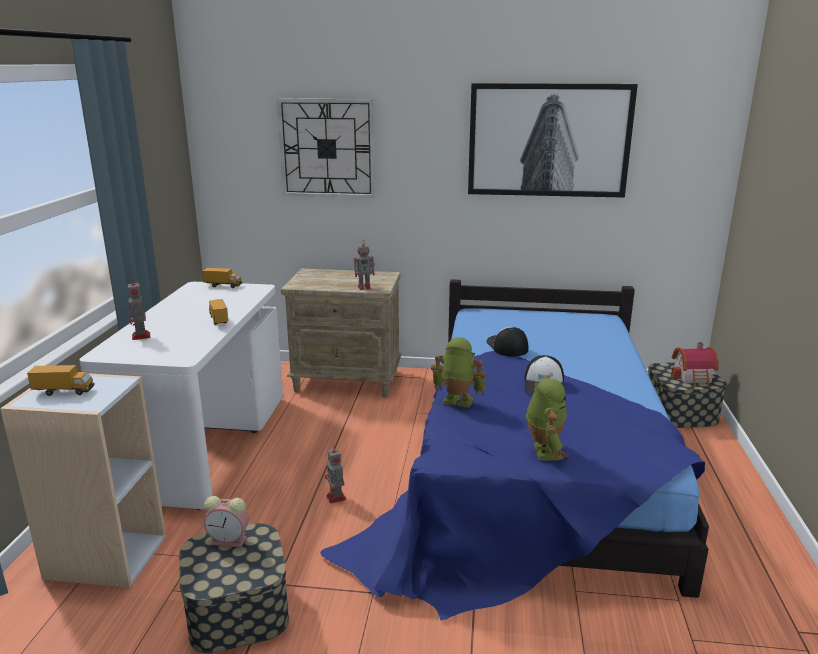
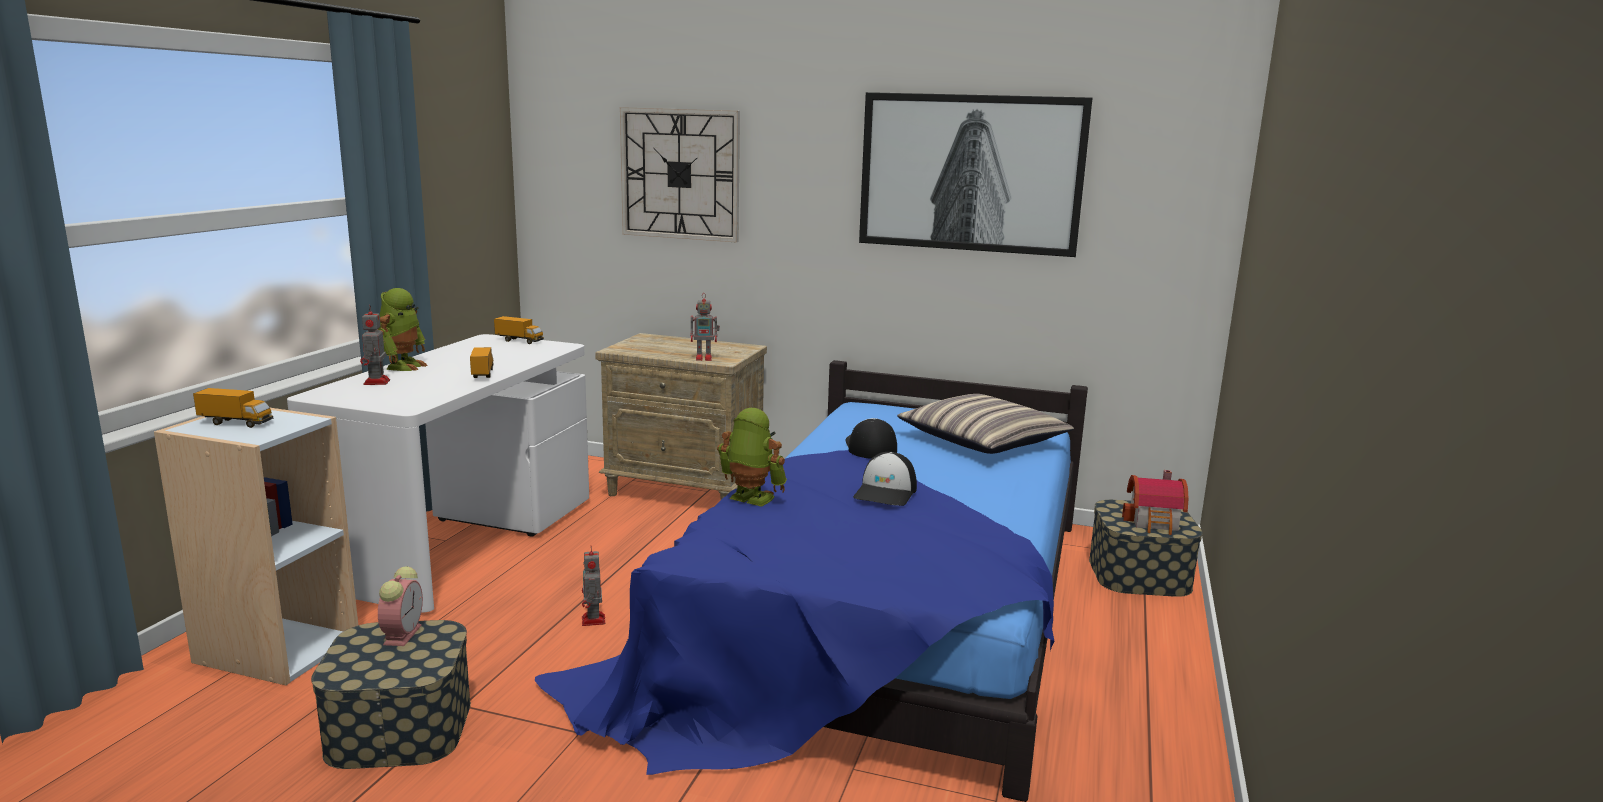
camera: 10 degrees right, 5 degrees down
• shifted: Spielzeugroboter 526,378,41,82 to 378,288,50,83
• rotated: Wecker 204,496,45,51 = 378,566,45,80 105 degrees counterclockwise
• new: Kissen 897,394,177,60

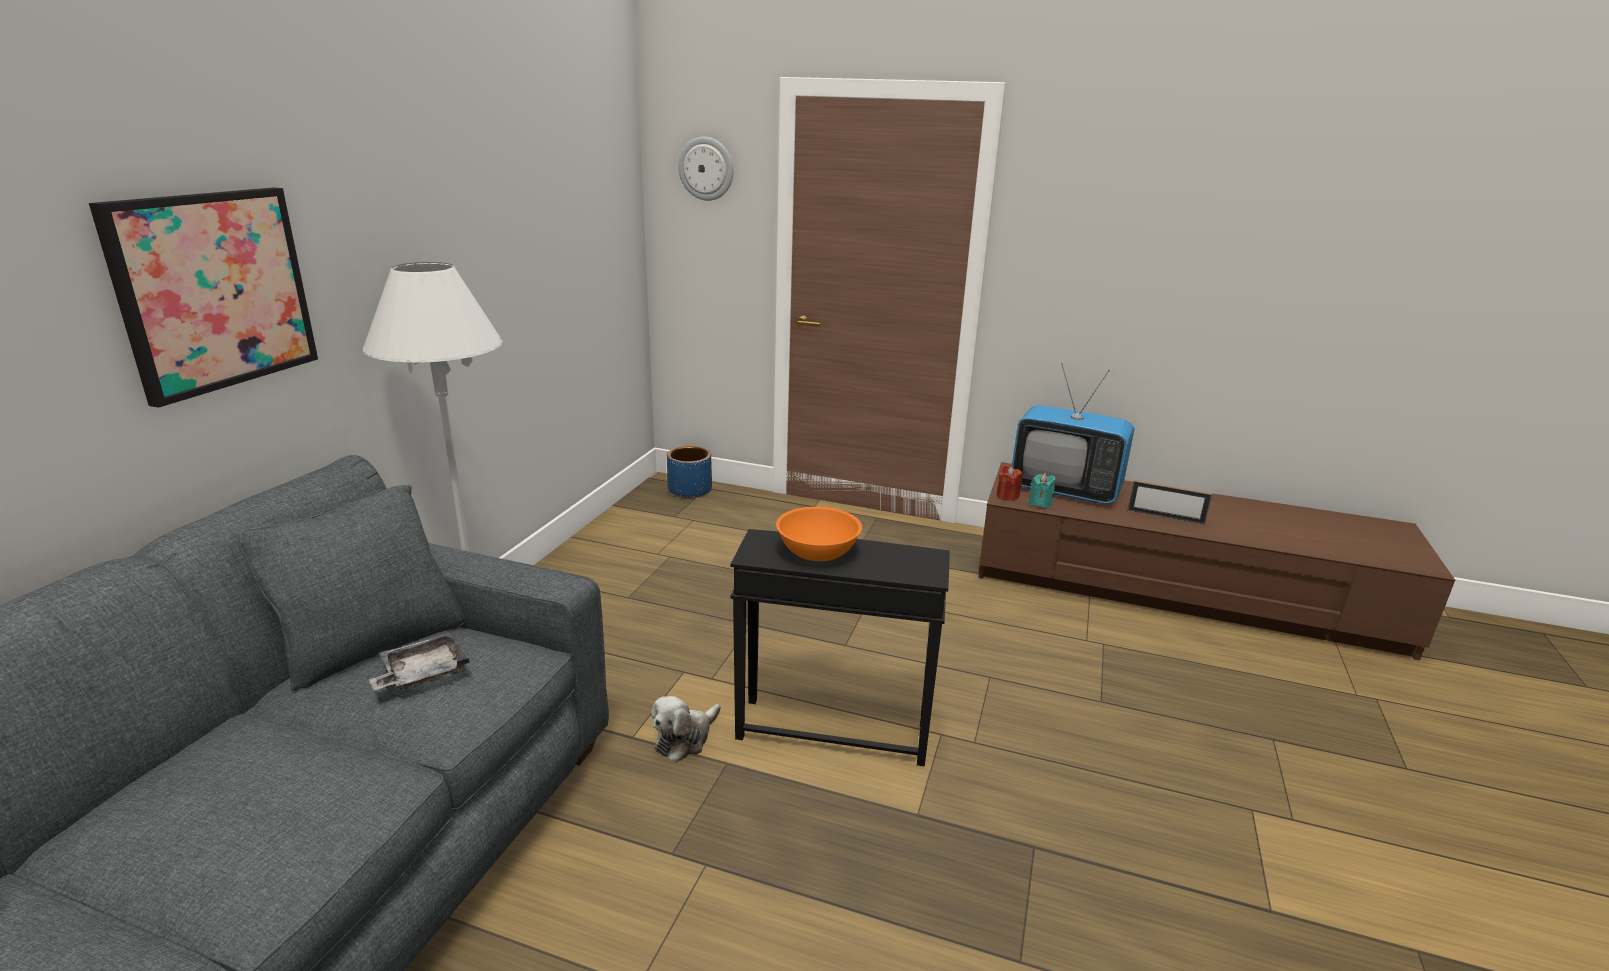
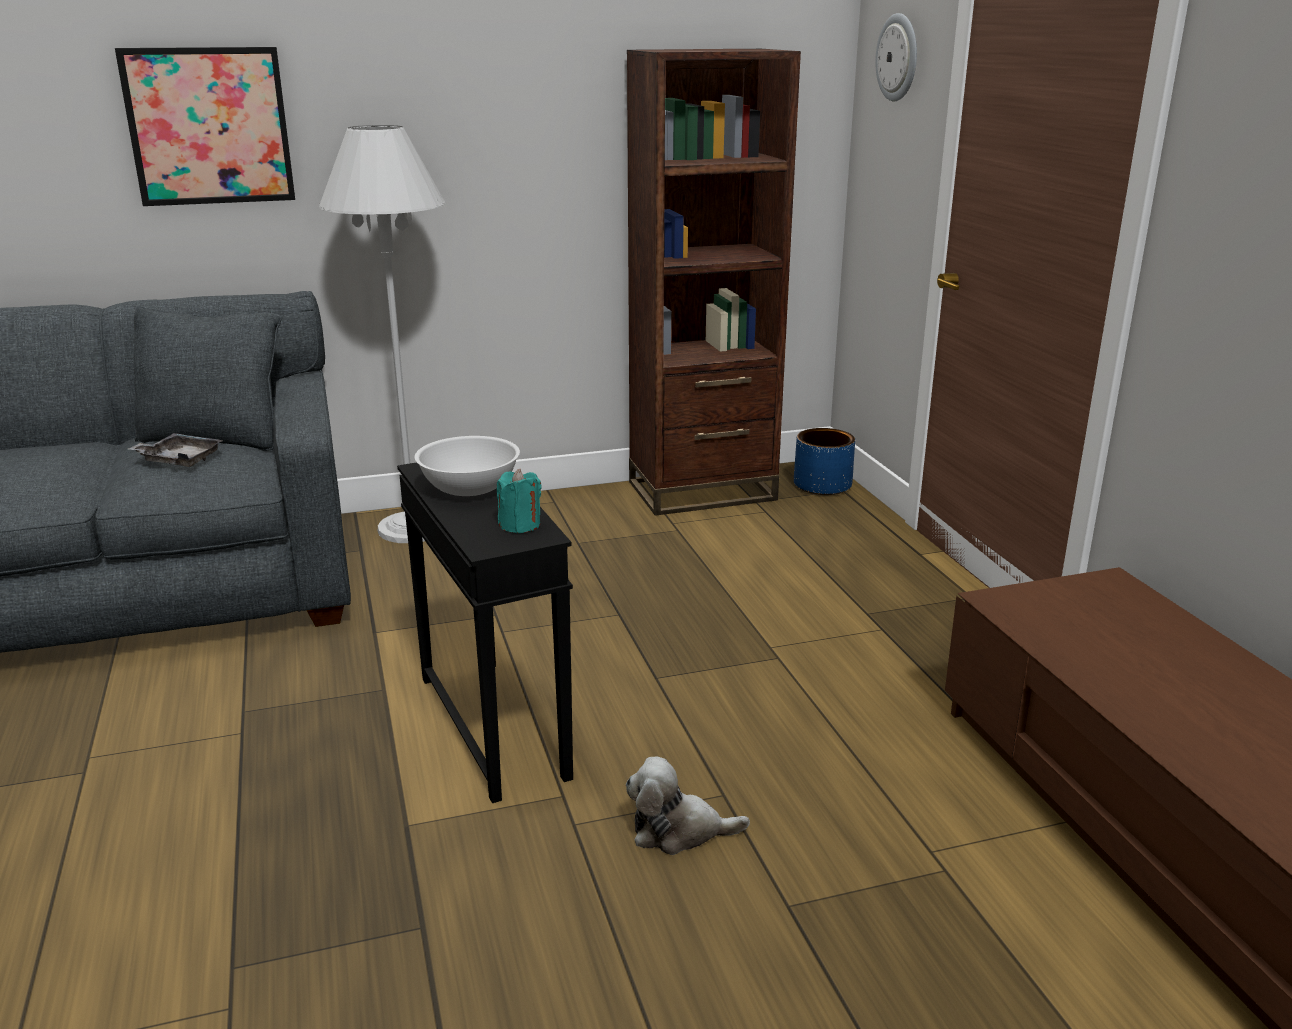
camera: 55 degrees right, 0 degrees up
• repainted: Schüssel/orange 776,507,86,54 to Schüssel/weiß 415,436,105,60
• shifted: Kerze/türkis 1029,473,26,35 to 497,469,45,65
• shifted: Plüschtier 651,696,70,66 to 626,757,124,98
• new: Bücherregal/braun 627,49,174,467
• gone: Kerze/rot 996,465,27,36
• gone: Fernseher 1012,363,122,141
• gone: Bilderrahmen 1127,480,85,46

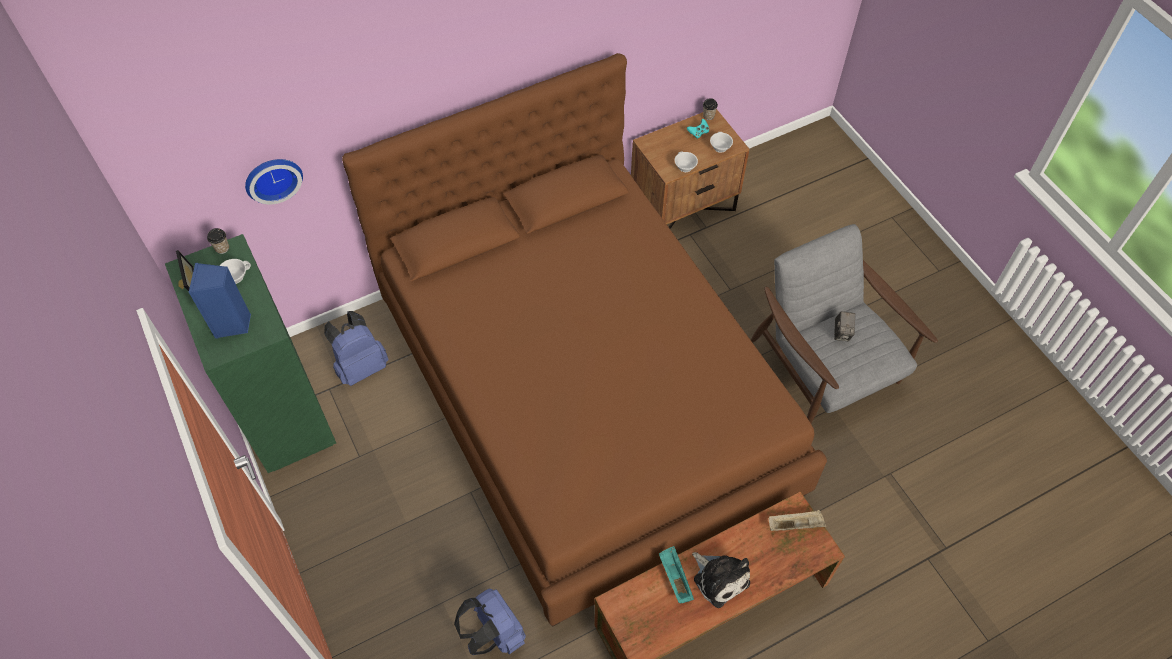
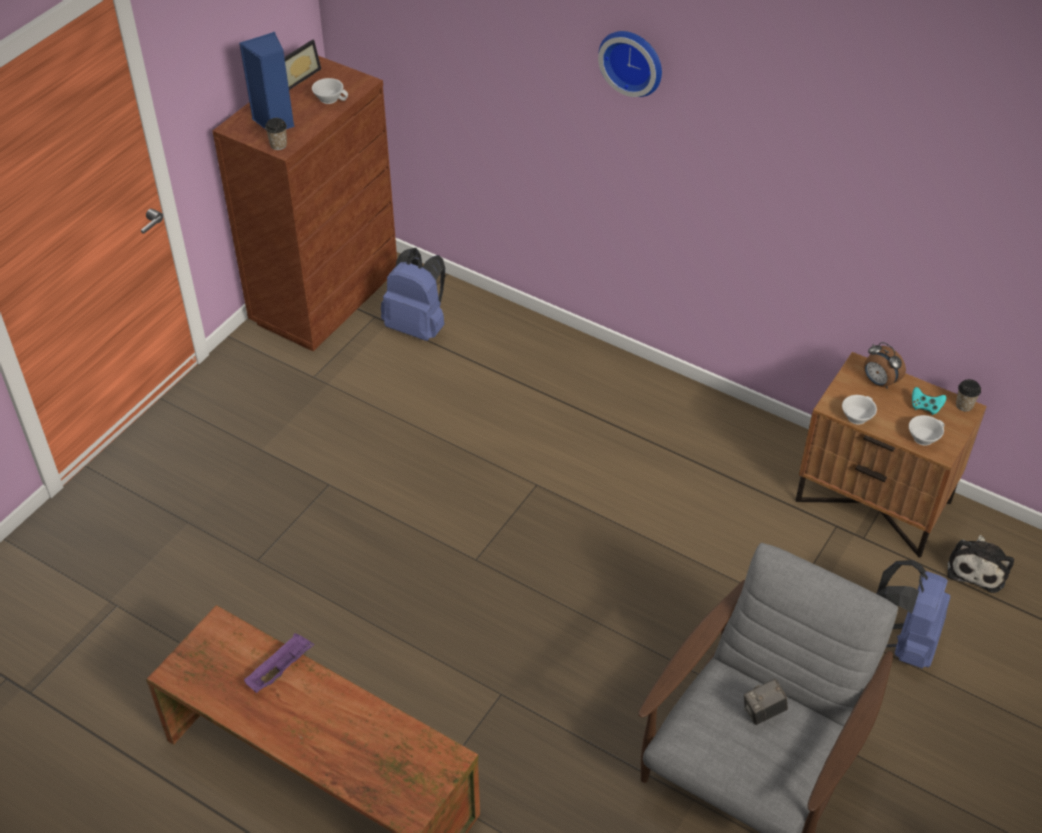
camera: 60 degrees right, 10 degrees down
• repainted: Kommode/grün 165,234,171,239 to Kommode/braun 212,56,185,295
• repainted: Tablett/türkis 659,546,35,57 to Tablett/lila 244,633,71,60
• shifted: Tasse 207,228,22,26 to 265,118,22,32
• shifted: Wanduhr 245,159,58,45 to 598,31,64,66
• new: Wecker 864,342,42,47
• shifted: Rucksack/blau 454,589,72,66 to 876,560,74,109
• shifted: Plüschtier 692,552,58,56 to 948,535,66,58
• gone: Bett/braun 342,53,485,574
• gone: Tablett/beige 769,510,57,21

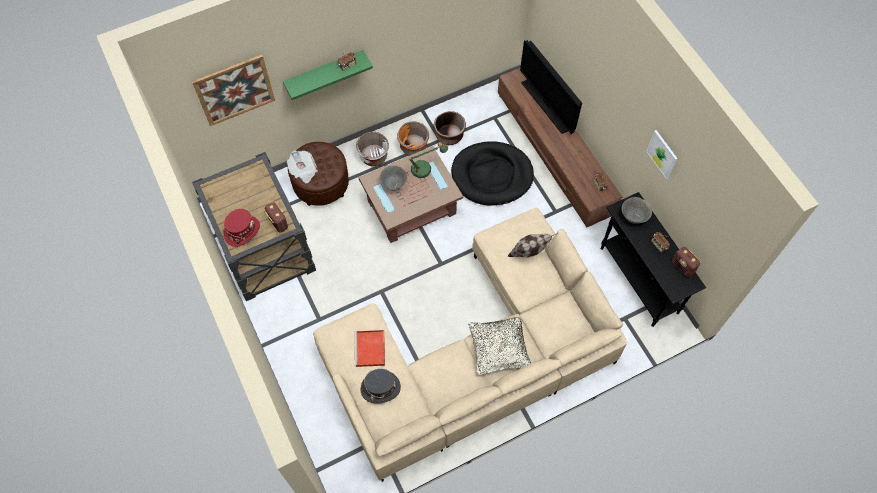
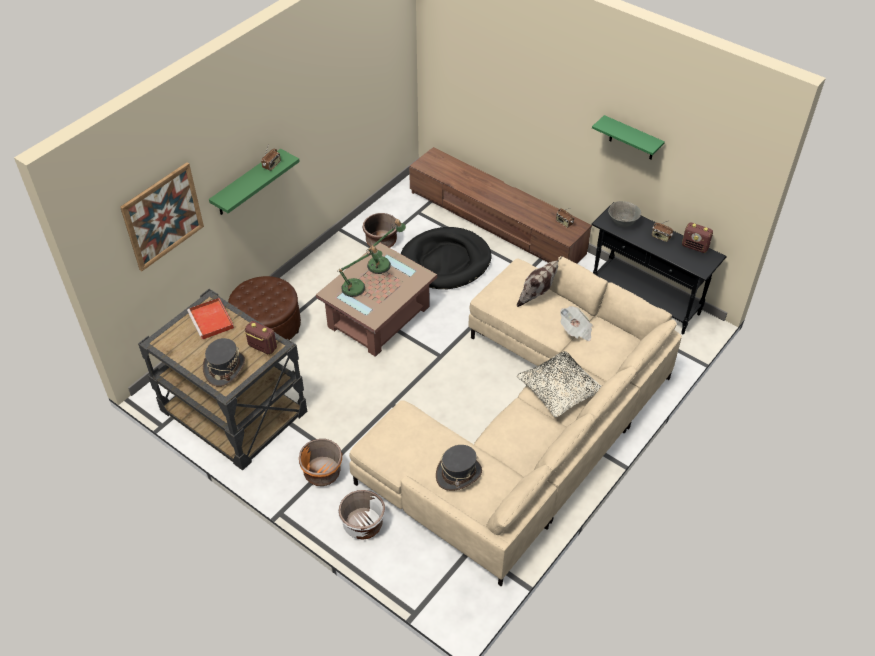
camera: 25 degrees left, 15 degrees down
• shifted: Tablett/rot 354,330,31,37 to 187,298,47,42
• repainted: Hut/rot 223,209,37,38 to Hut/grau 203,338,42,49
• shifted: Pflanzkübel/orange 397,121,32,35 to 299,439,43,47
• swapped: Schüssel/grau 380,165,28,25 to Tischlampe 337,245,45,52
• shifted: Pflanzkübel/weiß 356,132,33,35 to 338,490,48,49
• shifted: Zeitung 287,150,31,33 to 560,306,33,35
• swapped: Bild 646,130,32,49 to Wandregal/grün 592,115,73,44
• gone: Fernseher 520,40,62,95

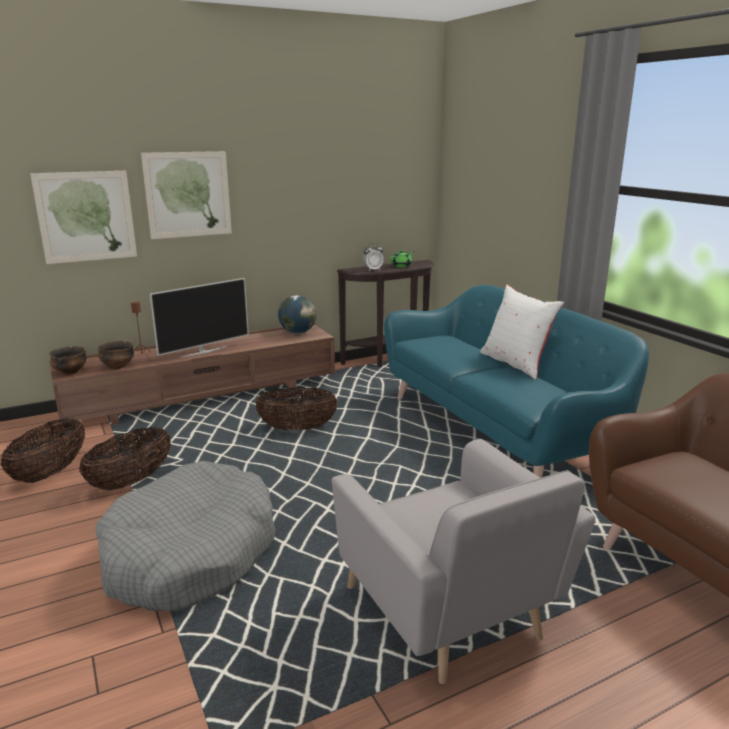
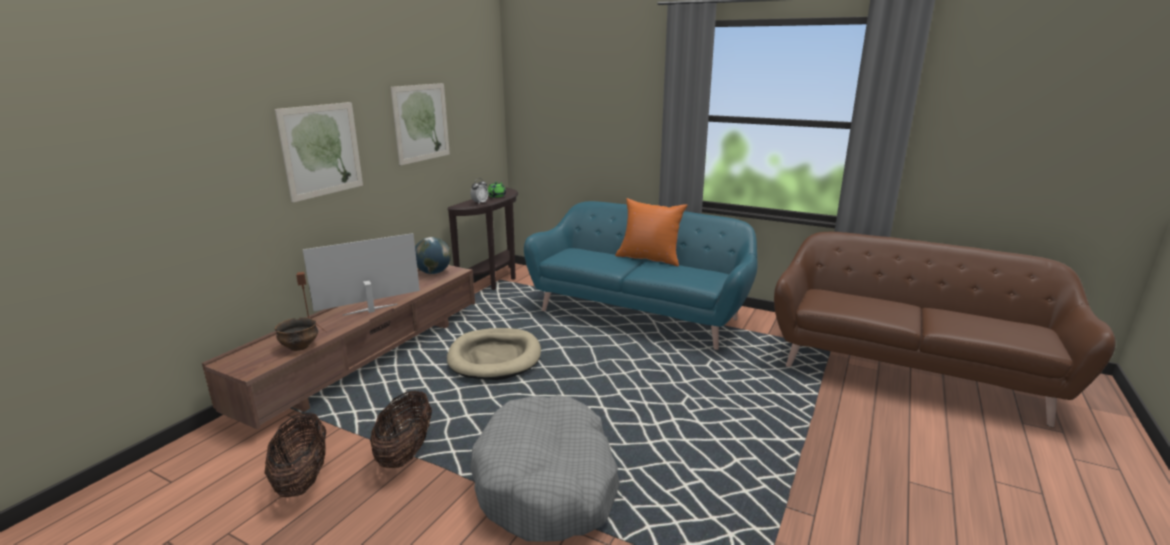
camera: 35 degrees left, 0 degrees up
• rotated: Fernseher 150,278,99,80 = 302,233,118,83 135 degrees counterclockwise
• shifted: Bild 30,171,107,93 to 391,83,59,83
• swapped: Korb 256,387,82,43 to Hundebett/beige 447,328,94,52
• repainted: Kissen/weiß 480,285,84,95 to Kissen/orange 615,198,73,69
• gone: Schüssel 49,346,38,29
• gone: Sessel/grau 331,439,264,245

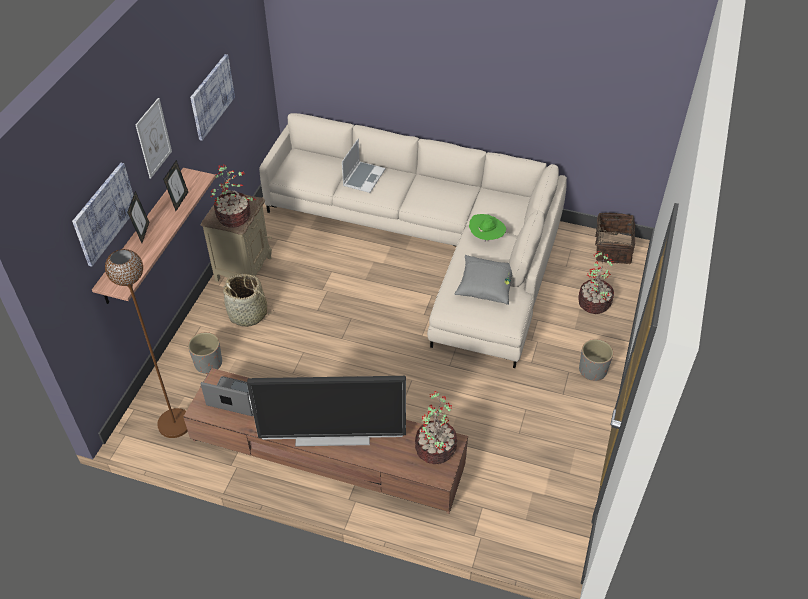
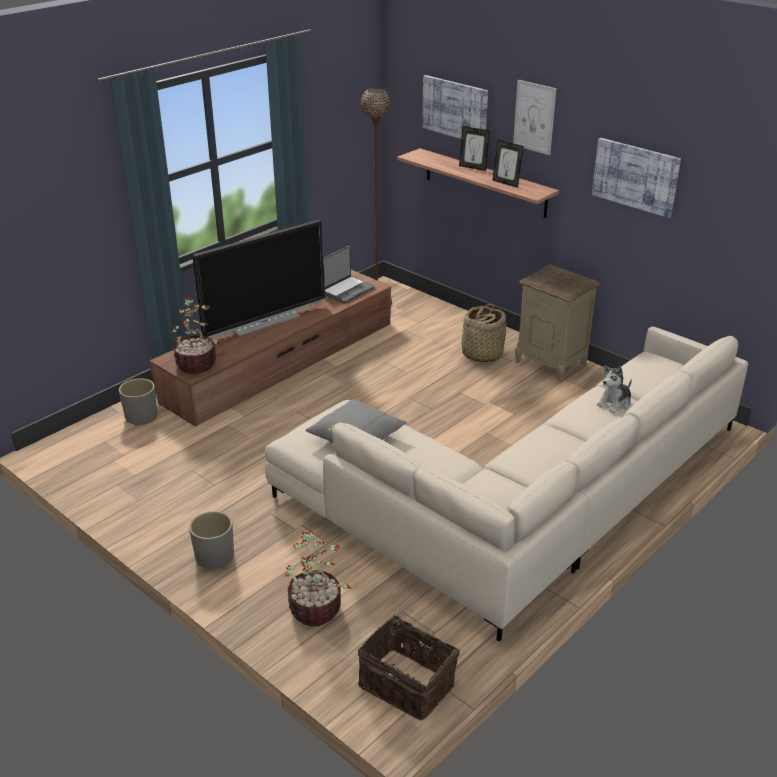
camera: 115 degrees right, 15 degrees down
• shifted: Pflanzkübel/grau 188,332,34,42 to 119,378,38,48
• rotated: Fernseher 247,376,159,70 = 192,220,133,118 150 degrees counterclockwise
• swapped: Laptop 342,139,43,54 to Plüschtier 597,365,35,49
• gone: Topfpflanze 210,164,46,64
• gone: Hut/grün 469,214,38,28

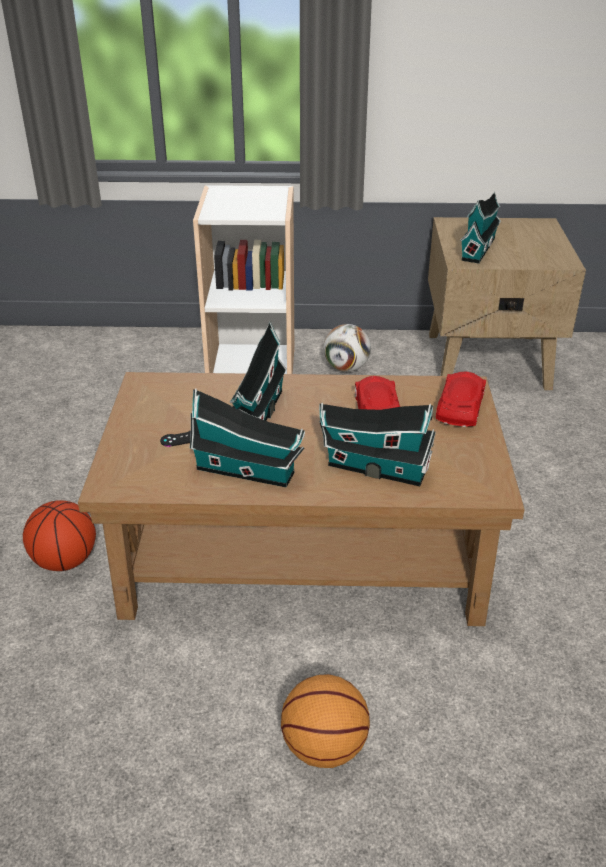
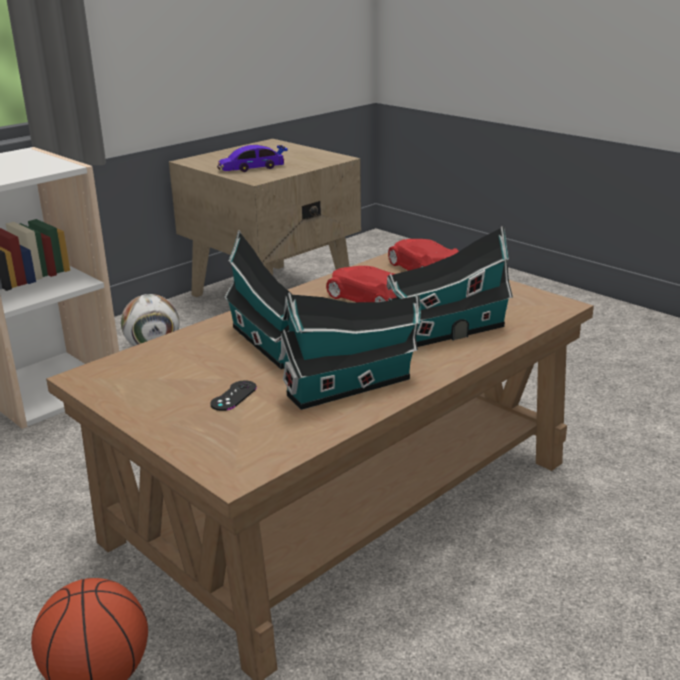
camera: 45 degrees left, 10 degrees down
• swapped: Spielzeughaus 460,192,41,72 to Spielzeugauto 217,145,71,27
• gone: Basketball 281,674,89,94

